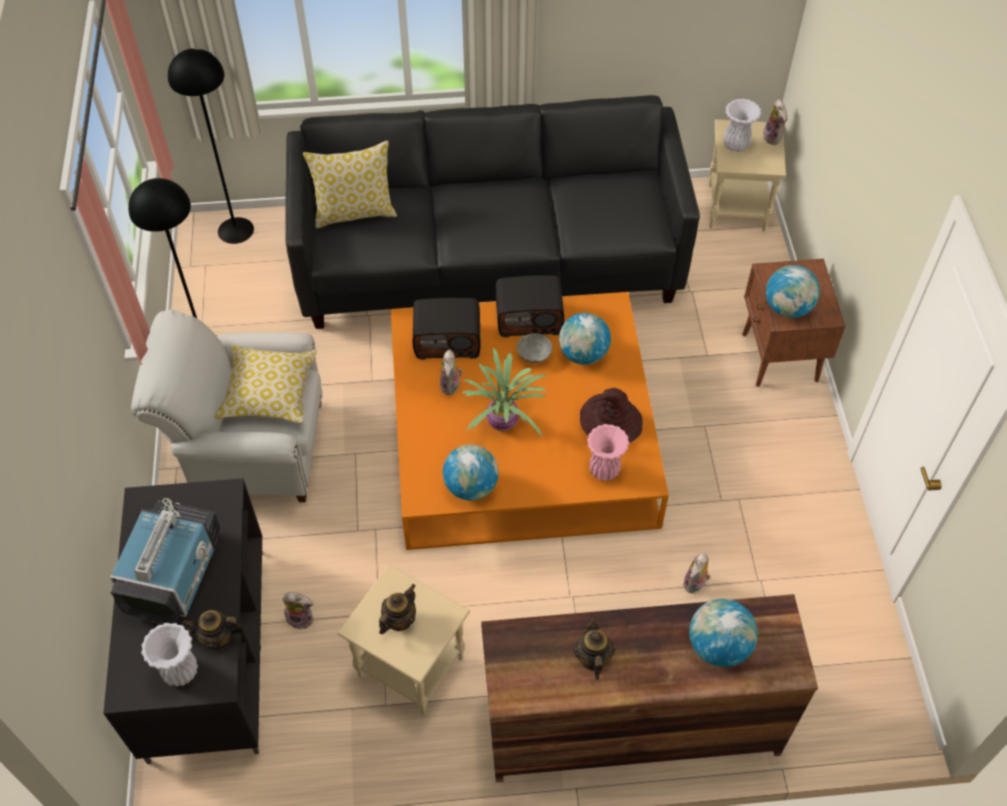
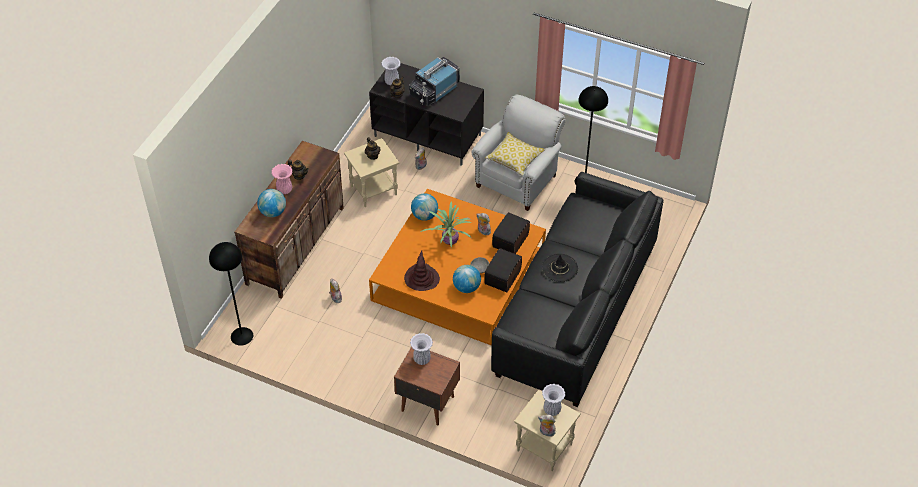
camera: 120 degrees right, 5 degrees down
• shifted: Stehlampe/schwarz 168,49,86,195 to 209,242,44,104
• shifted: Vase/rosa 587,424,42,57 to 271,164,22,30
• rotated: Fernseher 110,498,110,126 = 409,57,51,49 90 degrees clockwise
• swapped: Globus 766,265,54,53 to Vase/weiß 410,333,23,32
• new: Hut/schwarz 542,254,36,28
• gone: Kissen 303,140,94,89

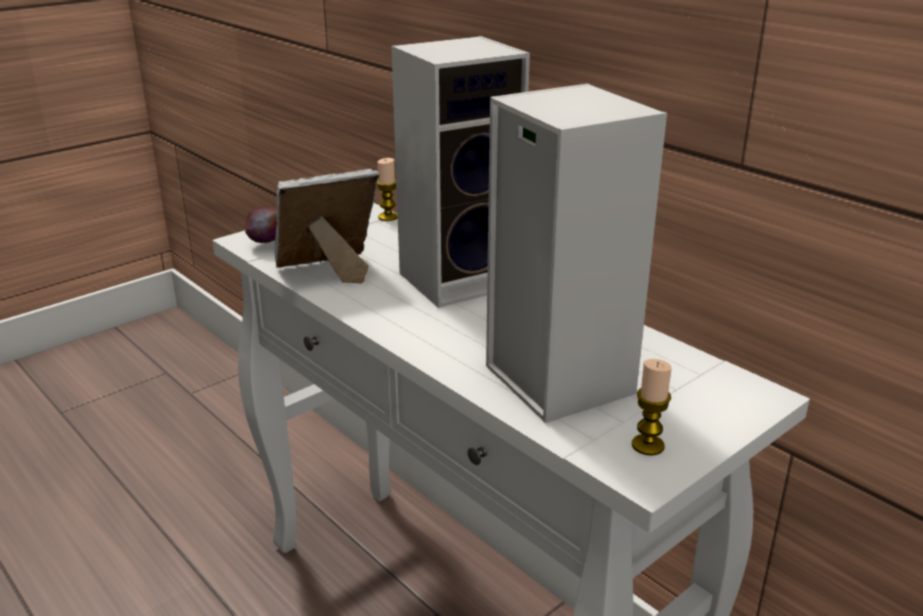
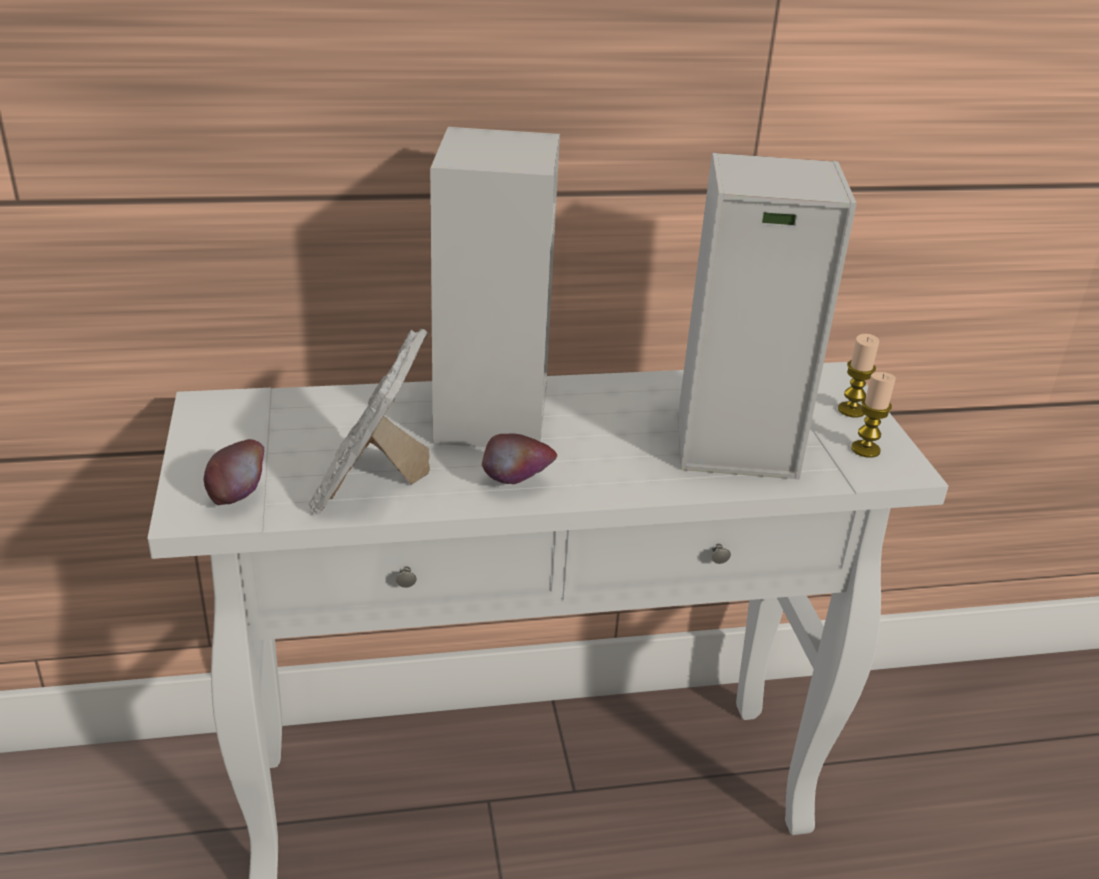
camera: 60 degrees left, 5 degrees up
• new: Apfel 482,434,75,50
• shifted: Kerze 377,158,21,63 to 838,334,41,83

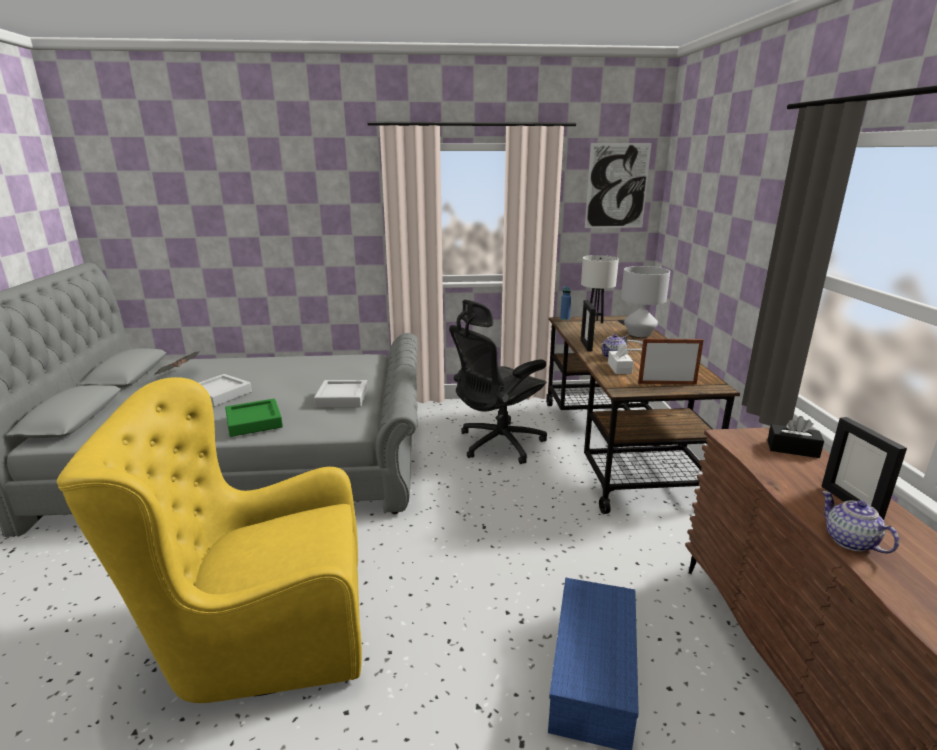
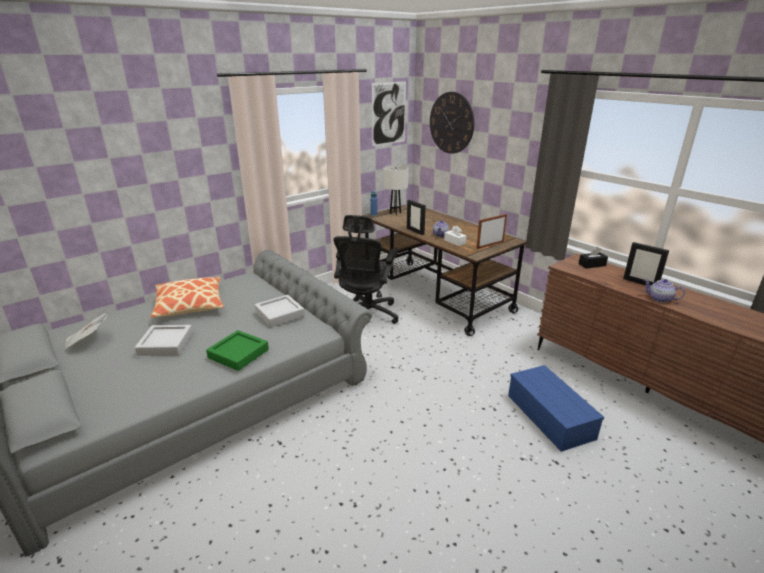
camera: 35 degrees left, 5 degrees up
• new: Kissen 151,277,73,41
• new: Wanduhr 430,92,44,62
• gone: Sessel/gelb 57,377,305,326
• gone: Tischlampe/grau 621,266,49,85

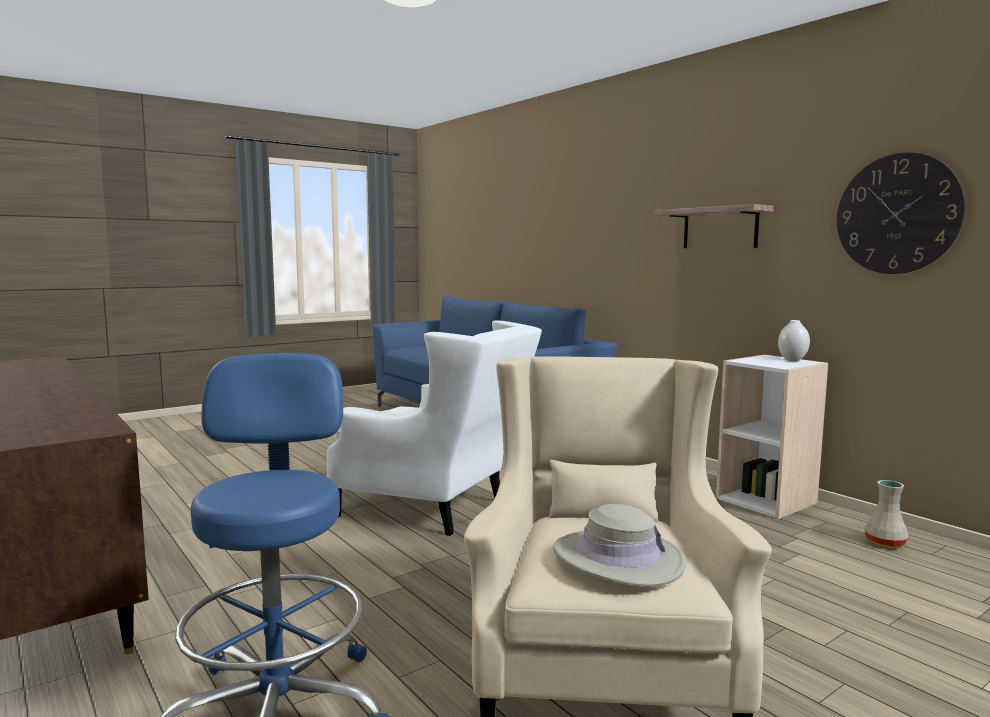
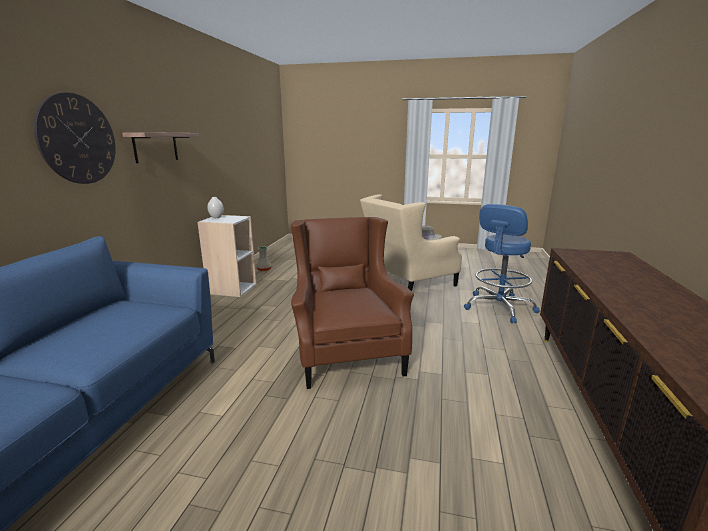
camera: 130 degrees left, 10 degrees up
• shifted: Wanduhr 837,152,129,122 to 34,92,82,92
• repainted: Sessel/weiß 327,321,215,215 to Sessel/braun 291,217,123,172

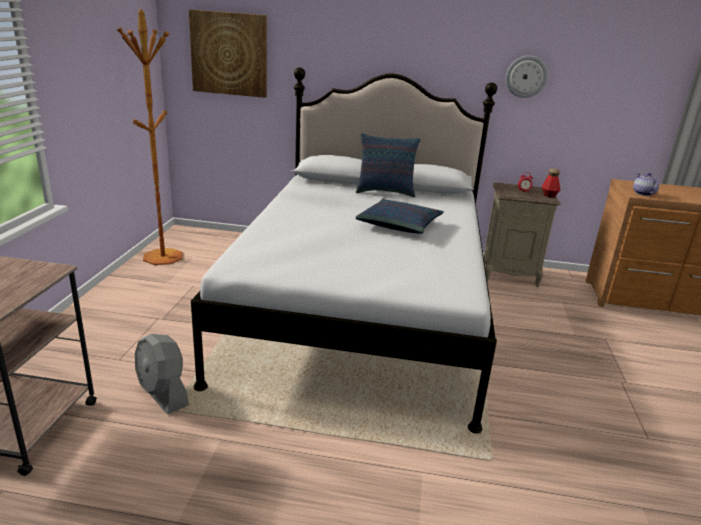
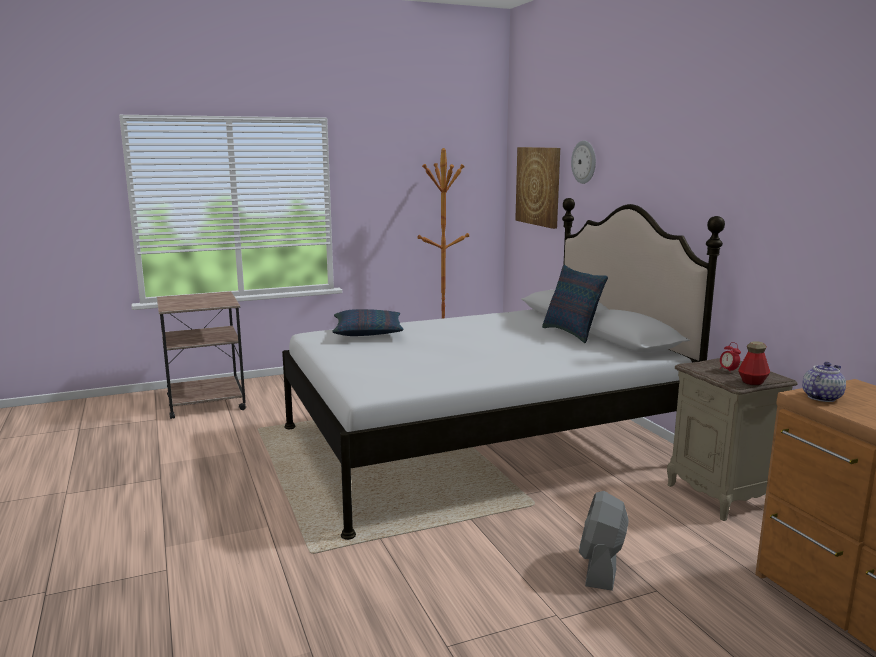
camera: 60 degrees right, 10 degrees down
• shifted: Kissen/blau 355,199,89,35 to 332,309,71,27
• shifted: Wanduhr 506,55,42,43 to 571,141,25,43
• shifted: Ventilator/grau 135,334,54,80 to 579,491,50,100

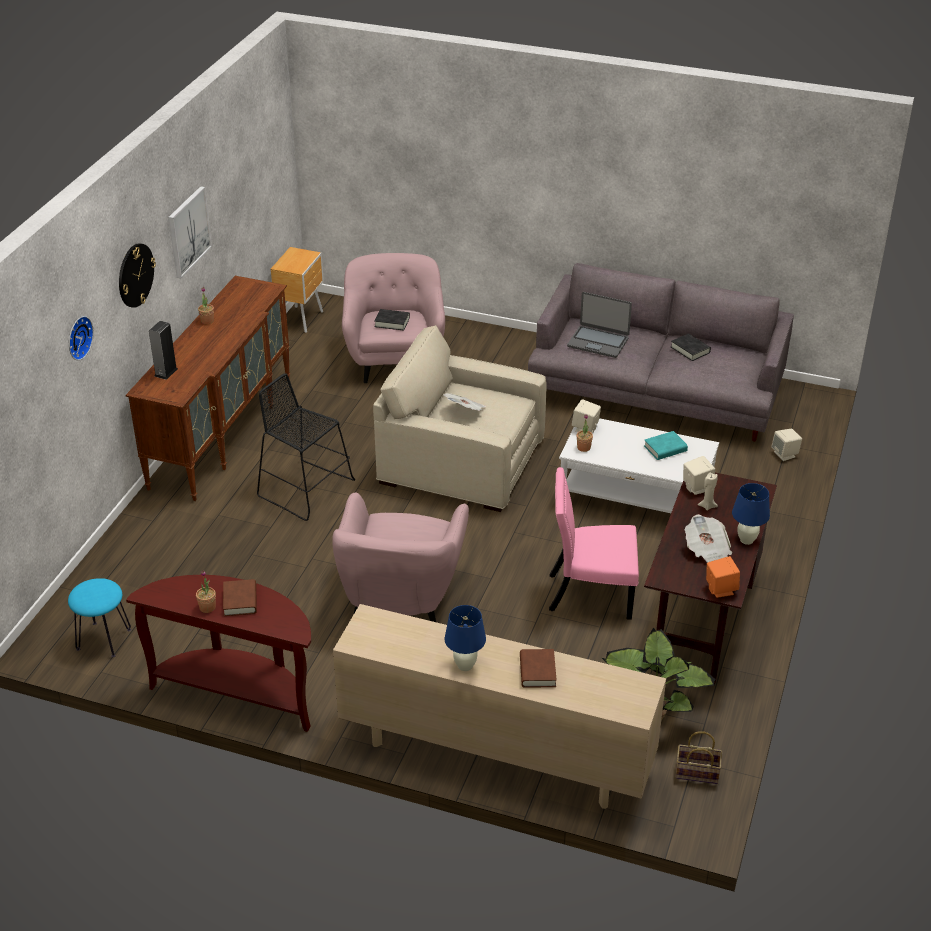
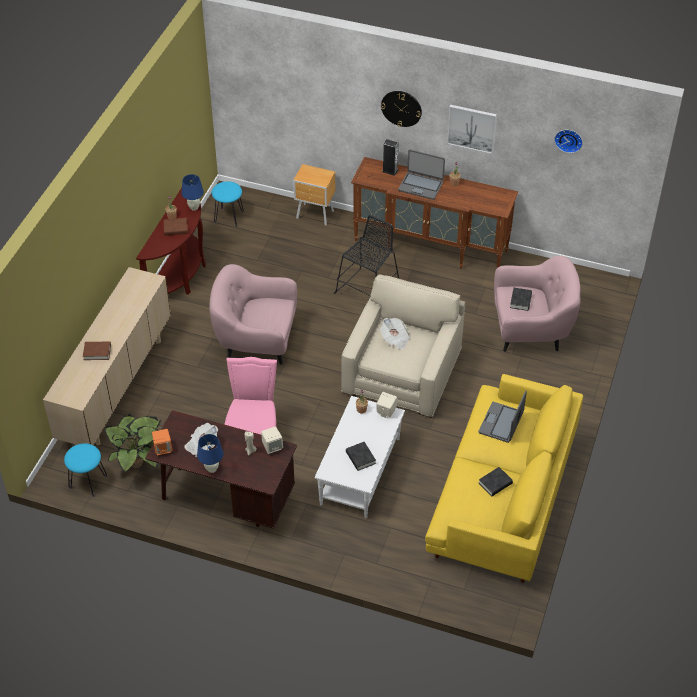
camera: 90 degrees right, 10 degrees up
• swapped: Korb 676,731,46,53 to Hocker/türkis 64,443,43,54
• shifted: Tischlampe/blau 445,605,41,66 to 181,174,23,36
• shifted: Nachttisch/braun 271,247,53,86 to 293,164,42,62
• repainted: Buch/türkis 644,431,44,29 to Buch/schwarz 346,442,30,29
• new: Laptop 398,150,47,50
• repainted: Sofa/grau 528,263,266,179 to Sofa/gelb 425,374,158,209
• shifted: Wanduhr 69,316,25,44 to 554,130,29,23
• gone: Lautsprecher/beige 771,429,31,32

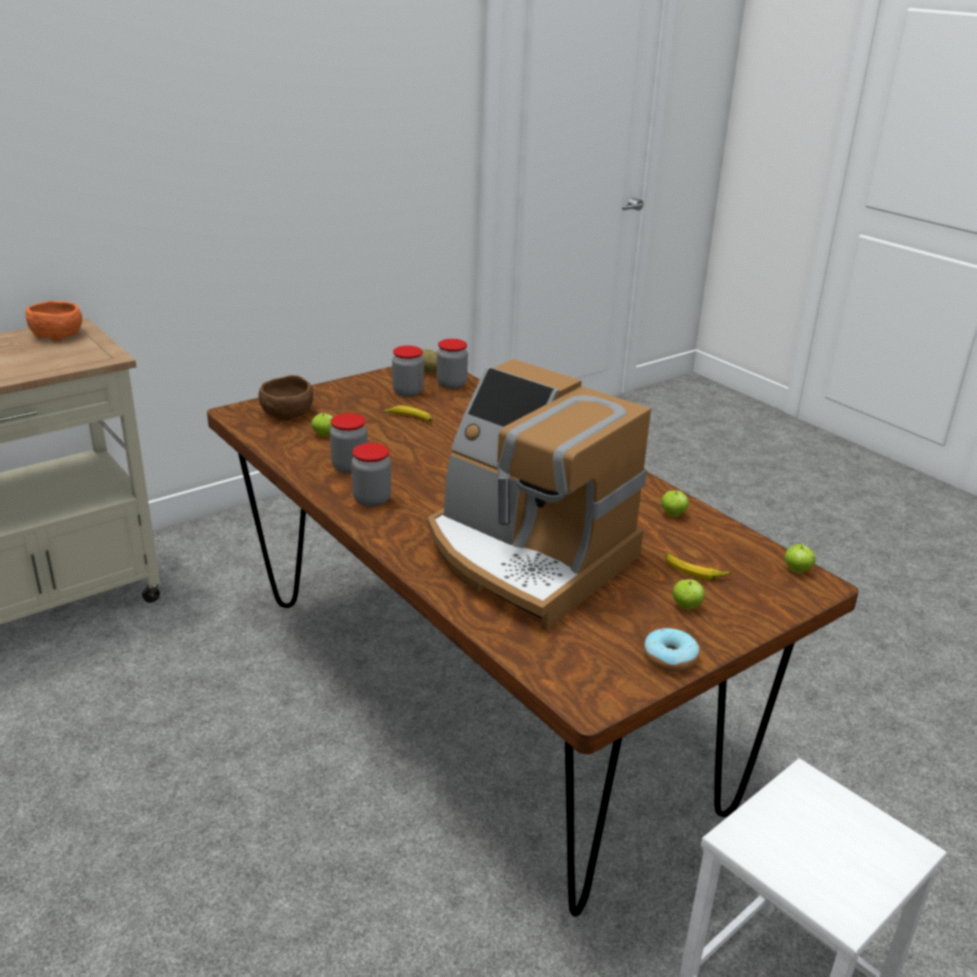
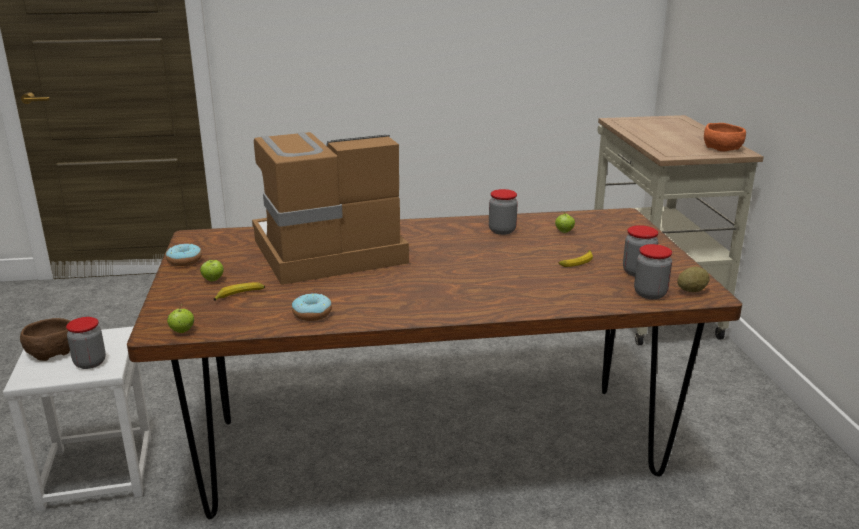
camera: 120 degrees right, 5 degrees down
• shifted: Schüssel/braun 258,375,55,46 to 20,318,50,43
• shifted: Vorratsglas 351,443,40,64 to 66,317,40,52
• swapped: Apfel 661,490,28,26 to Donut 292,294,40,27

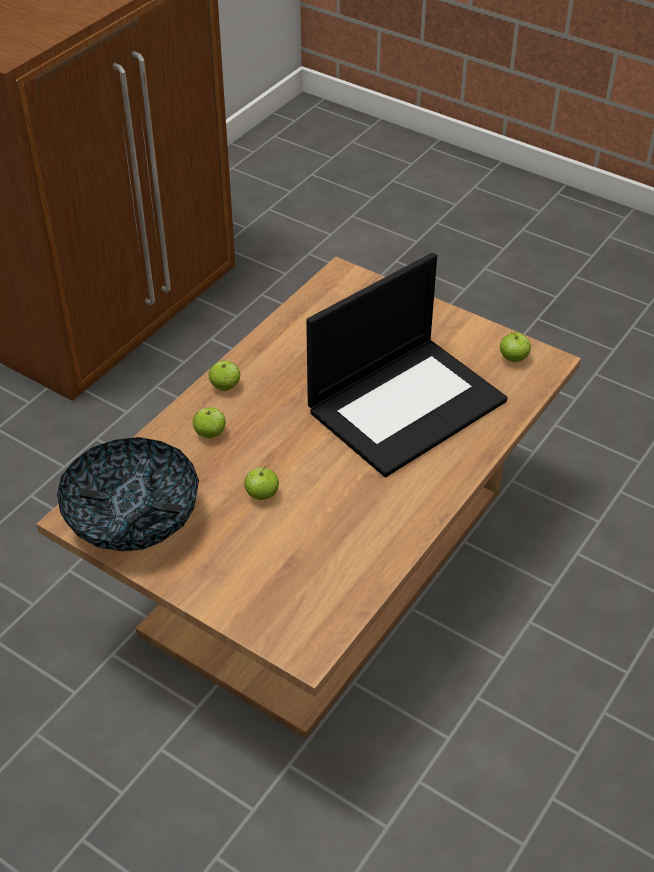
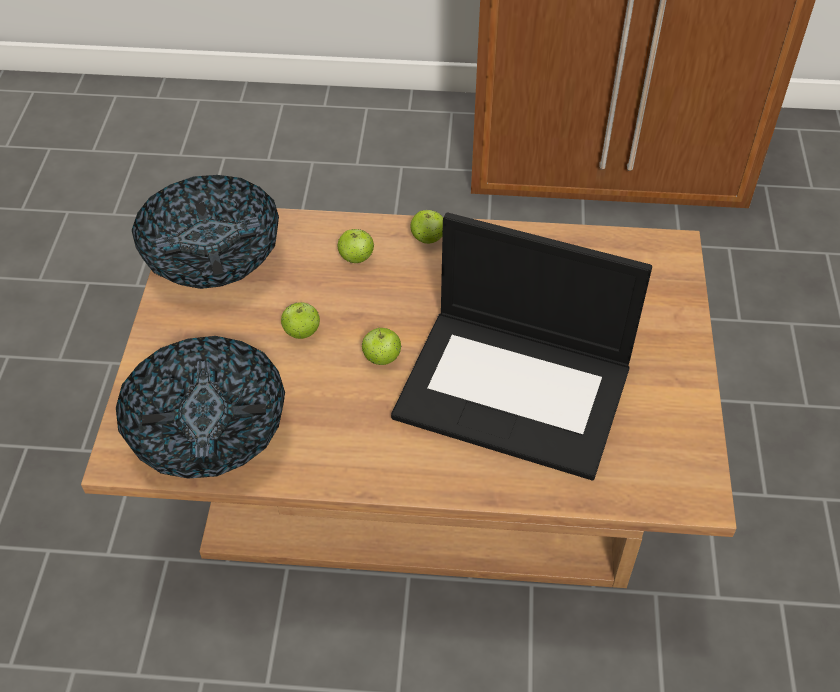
camera: 60 degrees right, 5 degrees up
• new: Schüssel 116,336,169,143
• shifted: Apfel 500,332,31,30 to 362,326,39,39

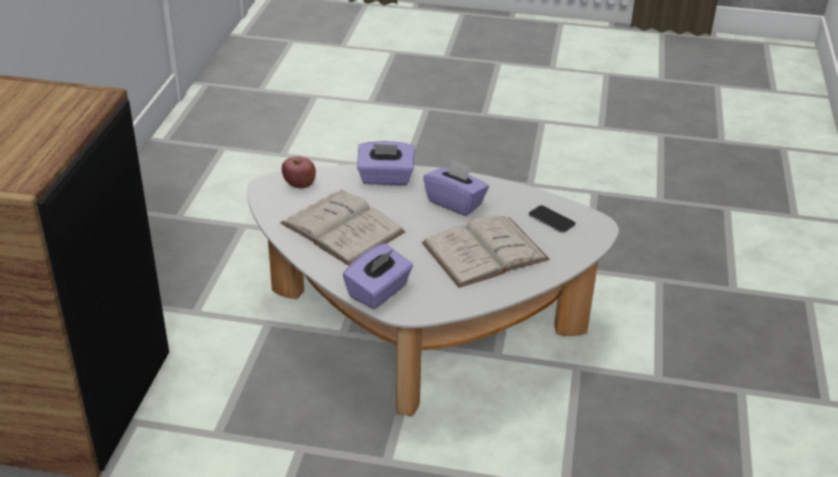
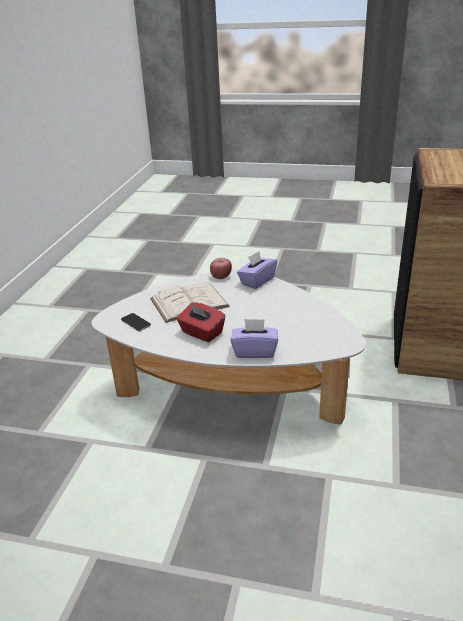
camera: 175 degrees left, 5 degrees down
• repainted: Taschentuchbox/lila 423,158,66,58 to Taschentuchbox/rot 176,303,49,39
• shifted: Apfel 282,156,34,32 to 210,258,22,21
• gone: Buch/weiß 280,190,125,76

